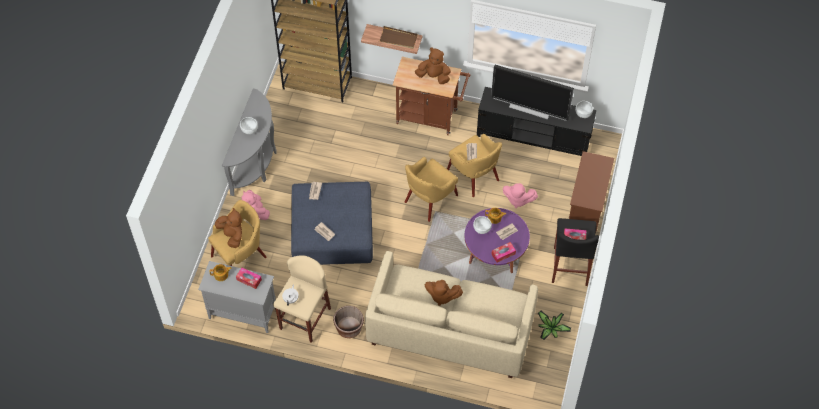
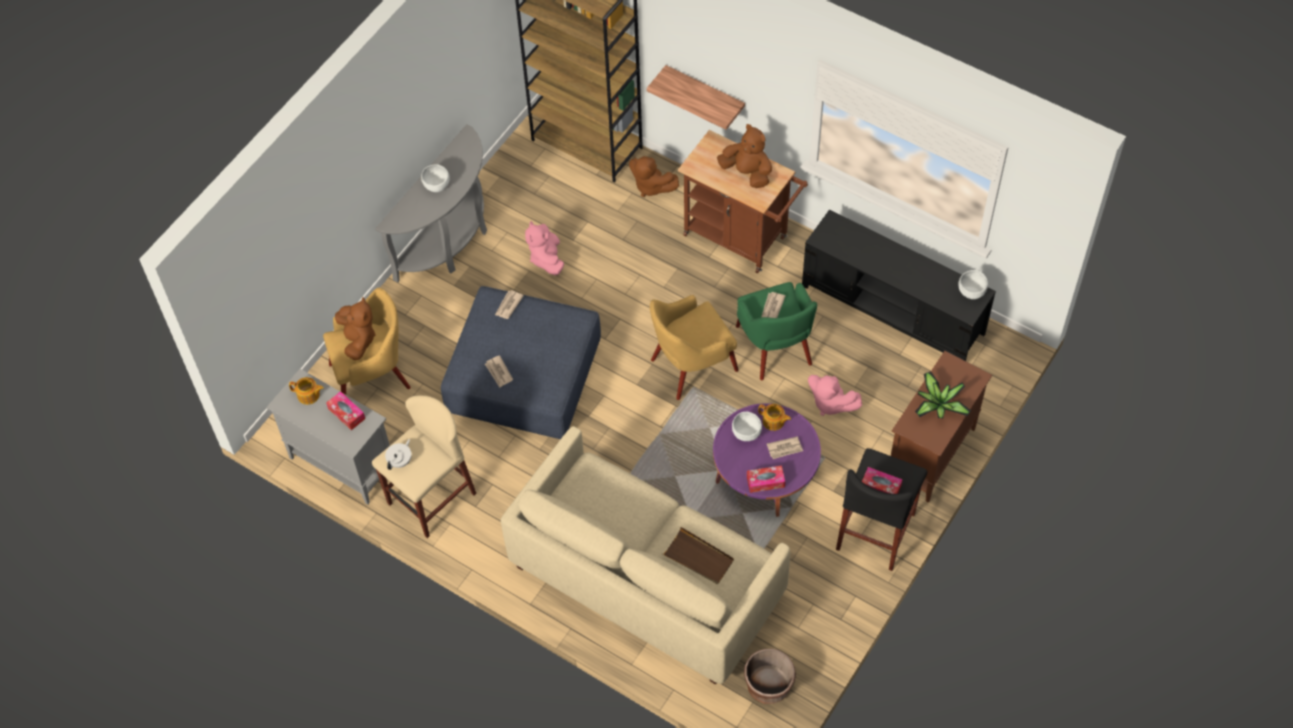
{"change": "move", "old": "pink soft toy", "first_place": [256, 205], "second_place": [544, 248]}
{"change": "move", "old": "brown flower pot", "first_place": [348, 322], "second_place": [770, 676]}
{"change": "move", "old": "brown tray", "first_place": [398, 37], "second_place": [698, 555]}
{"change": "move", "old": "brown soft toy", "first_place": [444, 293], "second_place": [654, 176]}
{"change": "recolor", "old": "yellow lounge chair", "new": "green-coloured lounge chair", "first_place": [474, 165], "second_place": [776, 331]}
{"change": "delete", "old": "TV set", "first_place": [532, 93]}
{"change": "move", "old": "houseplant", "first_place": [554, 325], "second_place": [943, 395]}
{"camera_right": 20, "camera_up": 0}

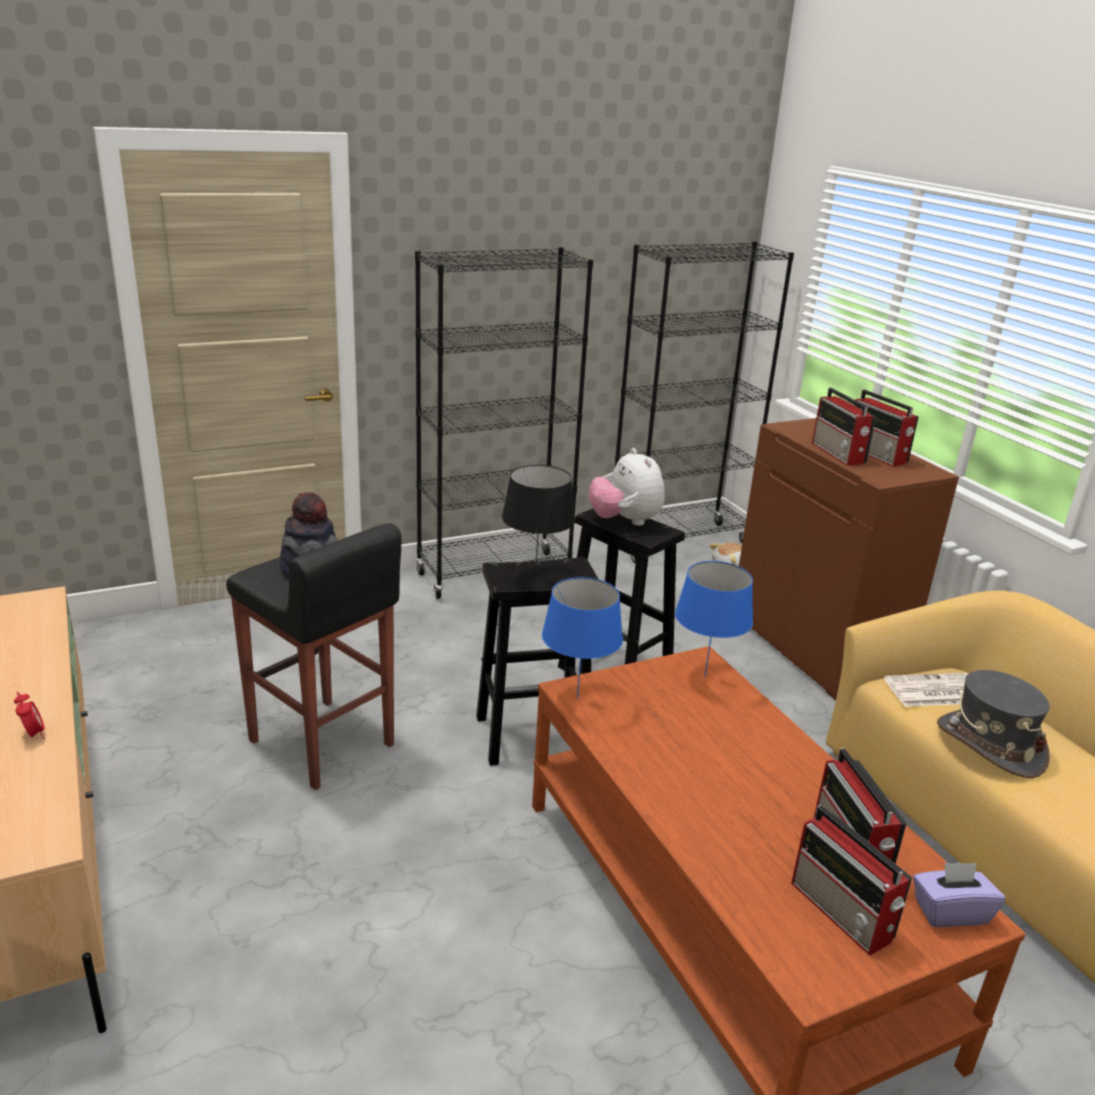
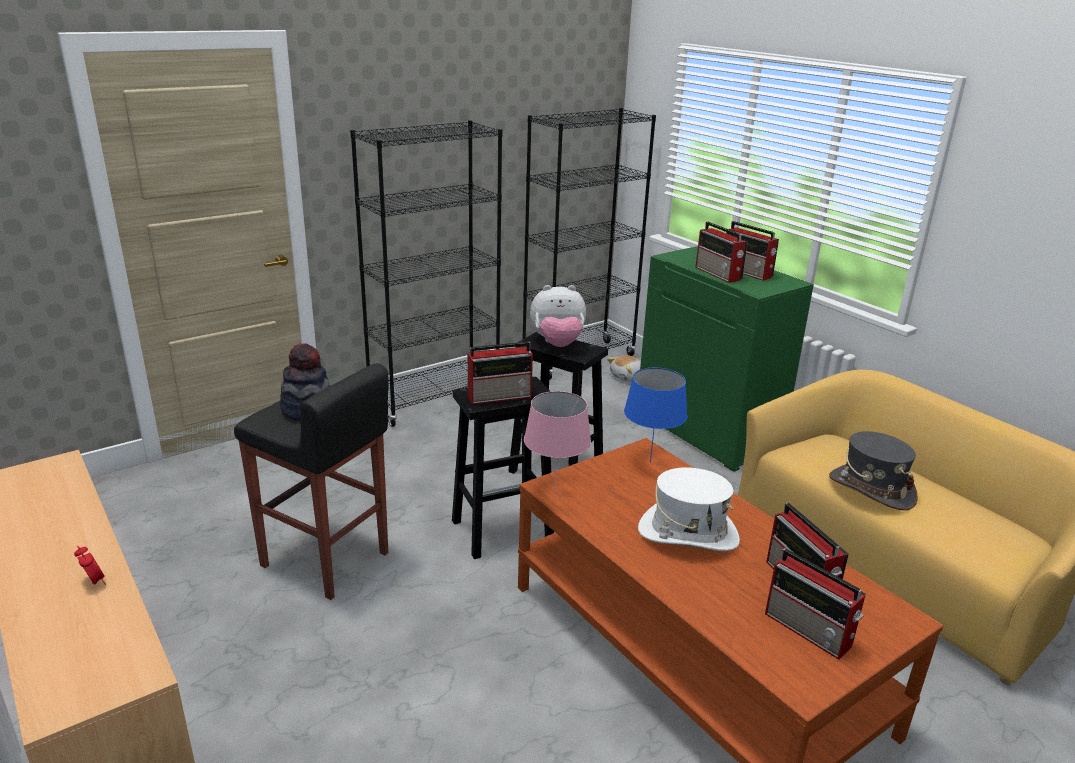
{"change": "replace", "old": "blackish tabletop lamp", "new": "radio", "first_place": [539, 521], "second_place": [501, 373]}
{"change": "recolor", "old": "blue-coloured tabletop lamp", "new": "pink tabletop lamp", "first_place": [582, 637], "second_place": [557, 440]}
{"change": "rotate", "old": "soft toy", "first_place": [627, 487], "second_place": [558, 316], "degrees": -60}
{"change": "recolor", "old": "brown cupboard", "new": "green-coloured cupboard", "first_place": [849, 559], "second_place": [727, 359]}
{"change": "delete", "old": "daily paper", "first_place": [926, 690]}
{"change": "delete", "old": "purple-coloured tissue box", "first_place": [959, 894]}
{"change": "insert", "new": "whitish clothing hat", "second_place": [689, 509]}
{"camera_right": -10, "camera_up": 0}

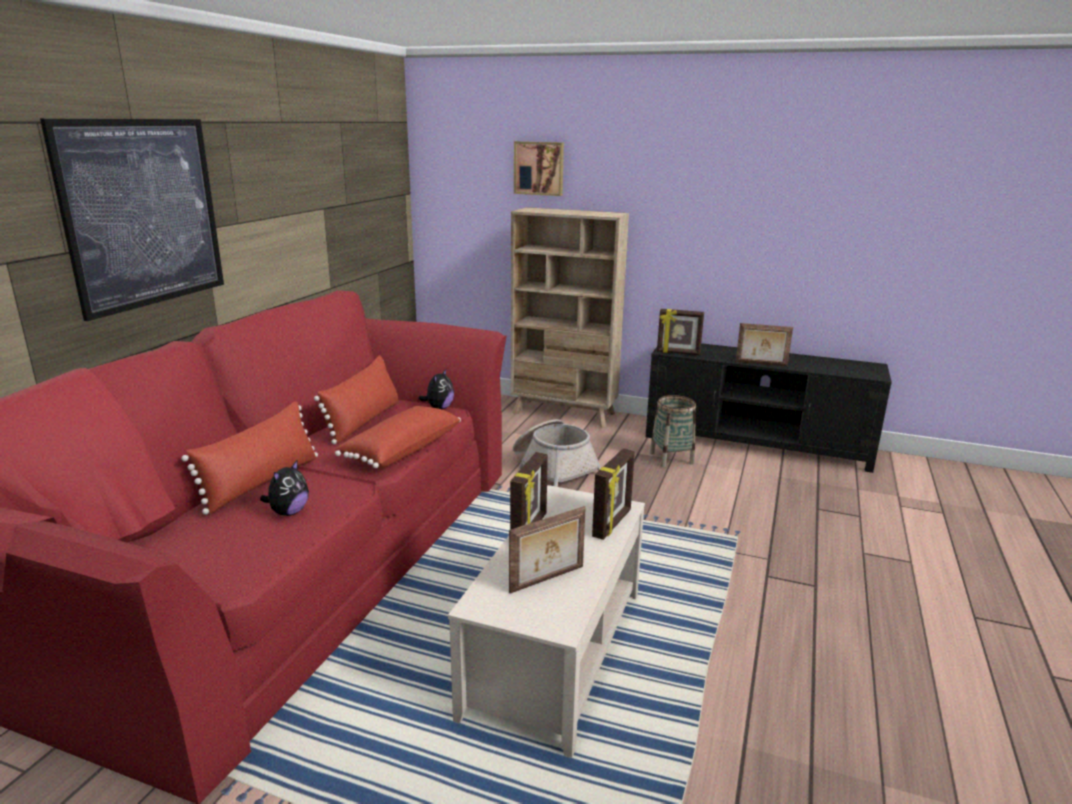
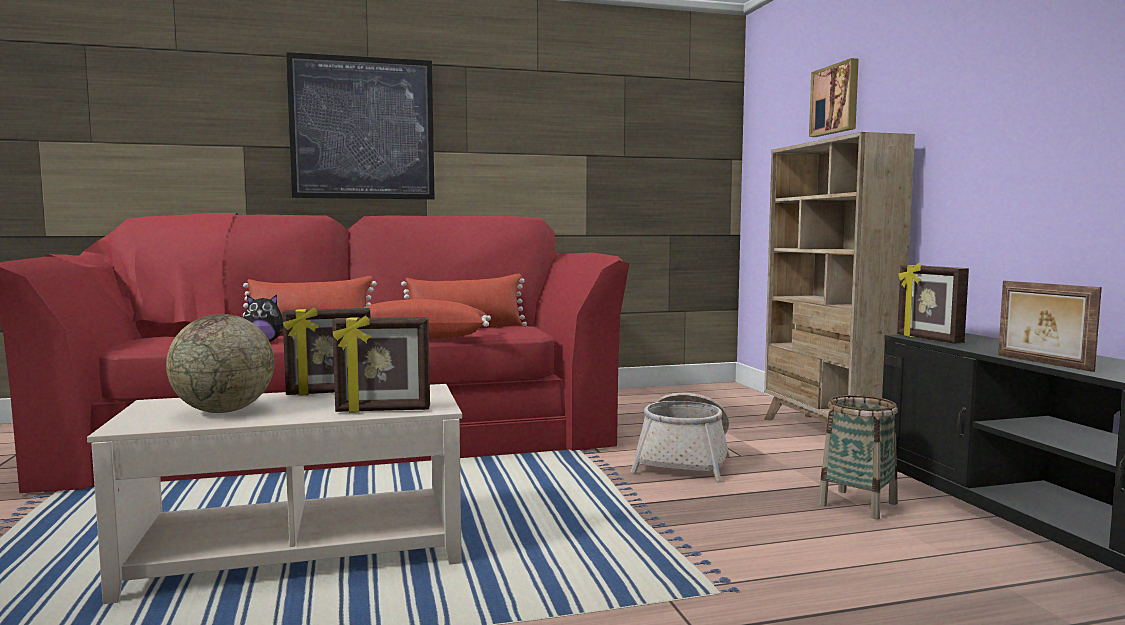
{"change": "delete", "old": "soft toy", "first_place": [436, 389]}
{"change": "replace", "old": "picture frame", "new": "world globe", "first_place": [547, 549], "second_place": [220, 363]}
{"camera_right": 55, "camera_up": -15}

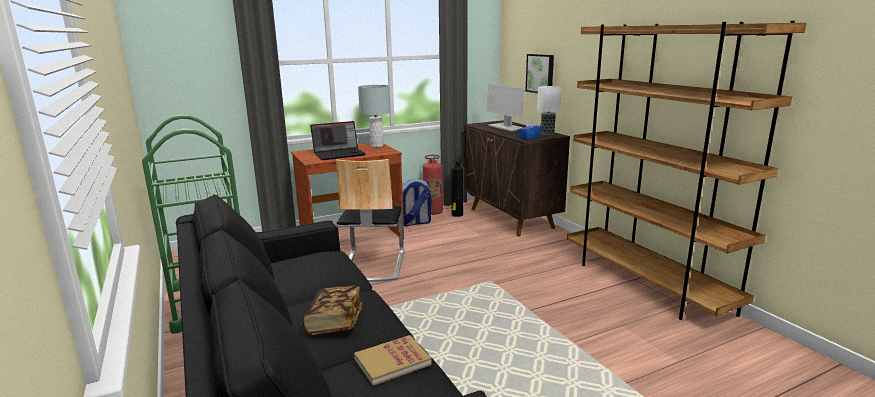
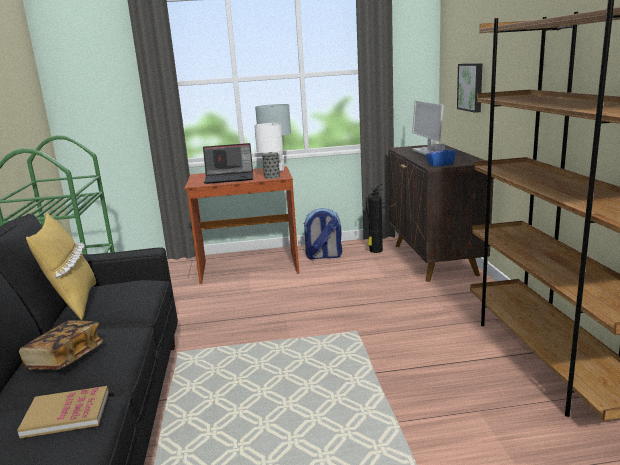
{"change": "delete", "old": "chair", "first_place": [369, 220]}
{"change": "delete", "old": "extinguisher", "first_place": [433, 185]}
{"change": "move", "old": "tabletop lamp", "first_place": [549, 110], "second_place": [268, 151]}
{"change": "insert", "new": "yellow throw pillow", "second_place": [61, 266]}
{"camera_right": 20, "camera_up": 0}

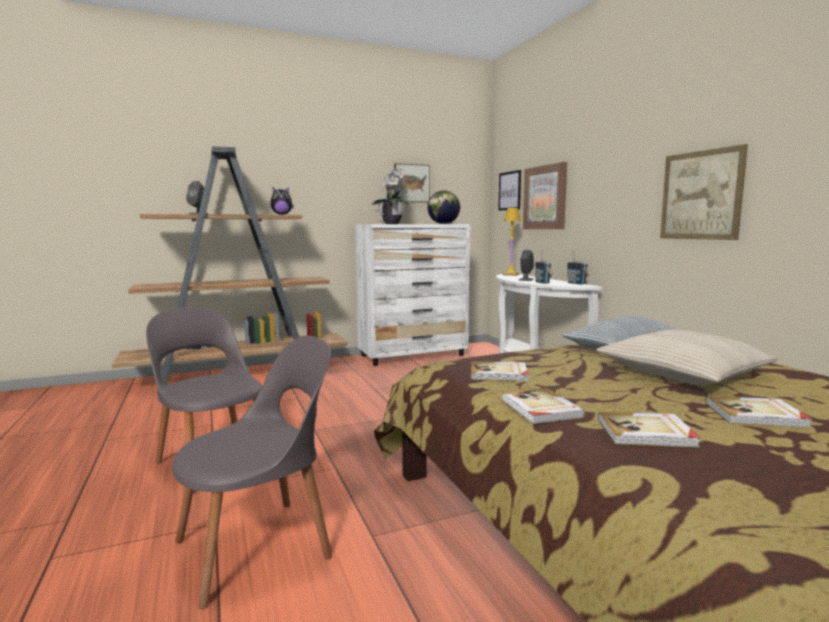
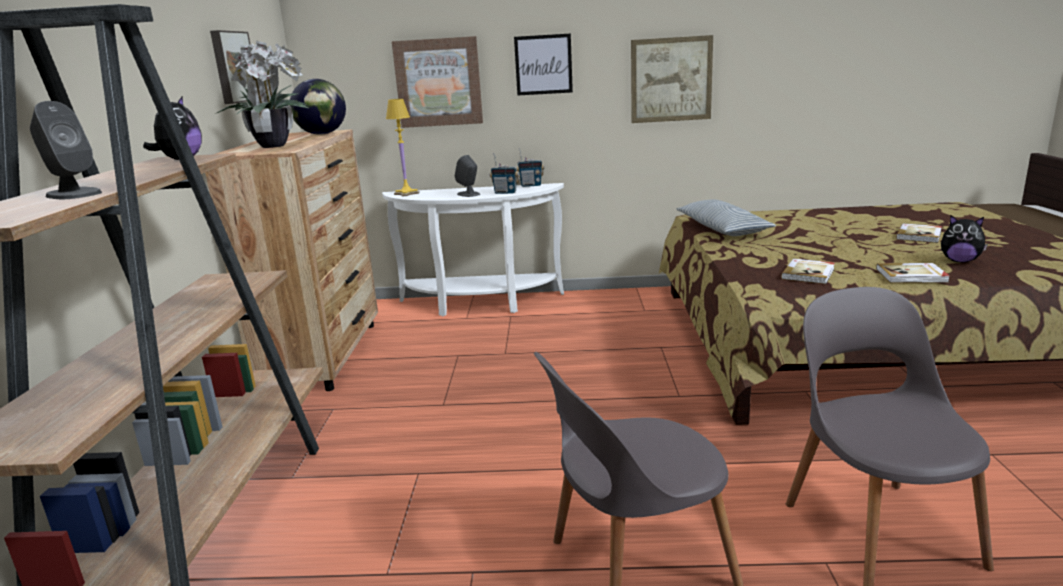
{"change": "recolor", "old": "whitish chest of drawers", "new": "brown chest of drawers", "first_place": [412, 295], "second_place": [291, 260]}
{"change": "move", "old": "picture", "first_place": [509, 190], "second_place": [543, 64]}
{"change": "delete", "old": "beige-coloured throw pillow", "first_place": [687, 357]}
{"change": "replace", "old": "book", "new": "soft toy", "first_place": [649, 429], "second_place": [964, 239]}
{"camera_right": -65, "camera_up": 10}

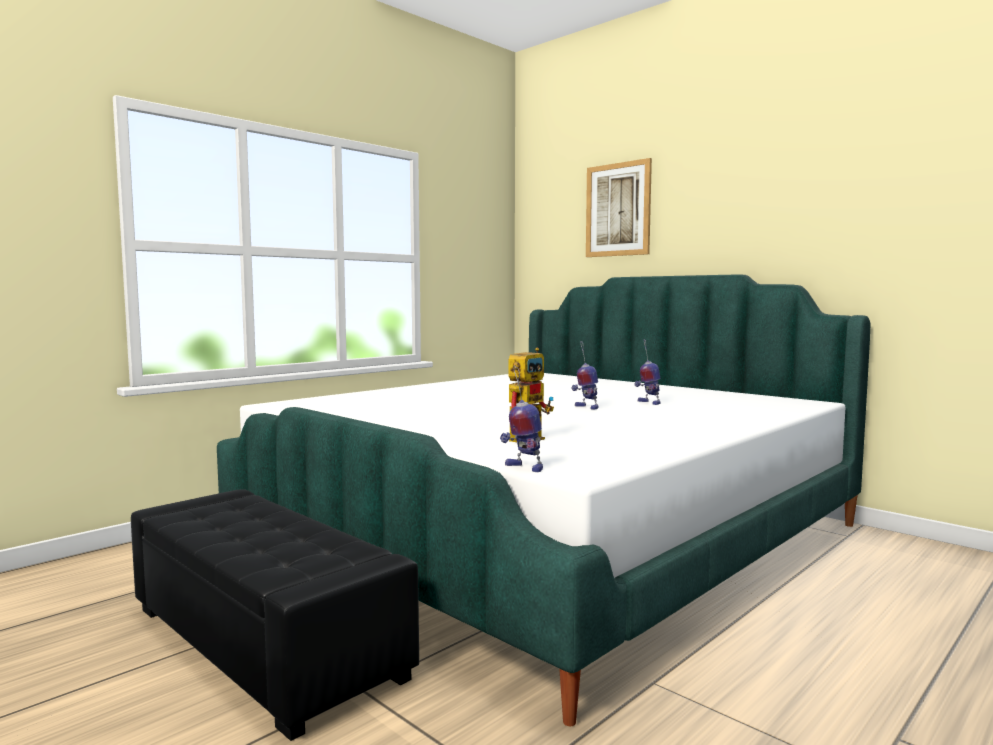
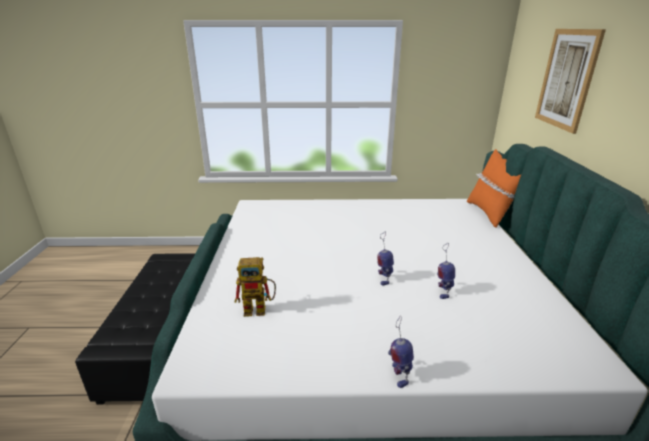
{"change": "move", "old": "robot figure", "first_place": [521, 419], "second_place": [401, 352]}
{"change": "insert", "new": "orange-coloured throw pillow", "second_place": [494, 188]}
{"camera_right": 45, "camera_up": 20}

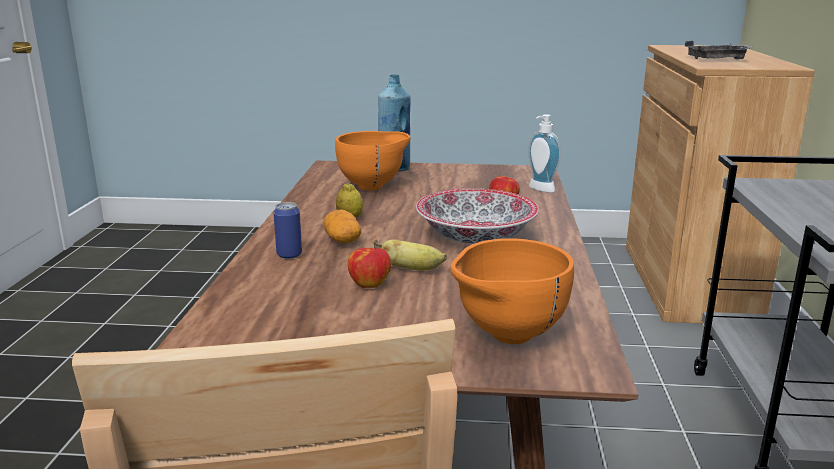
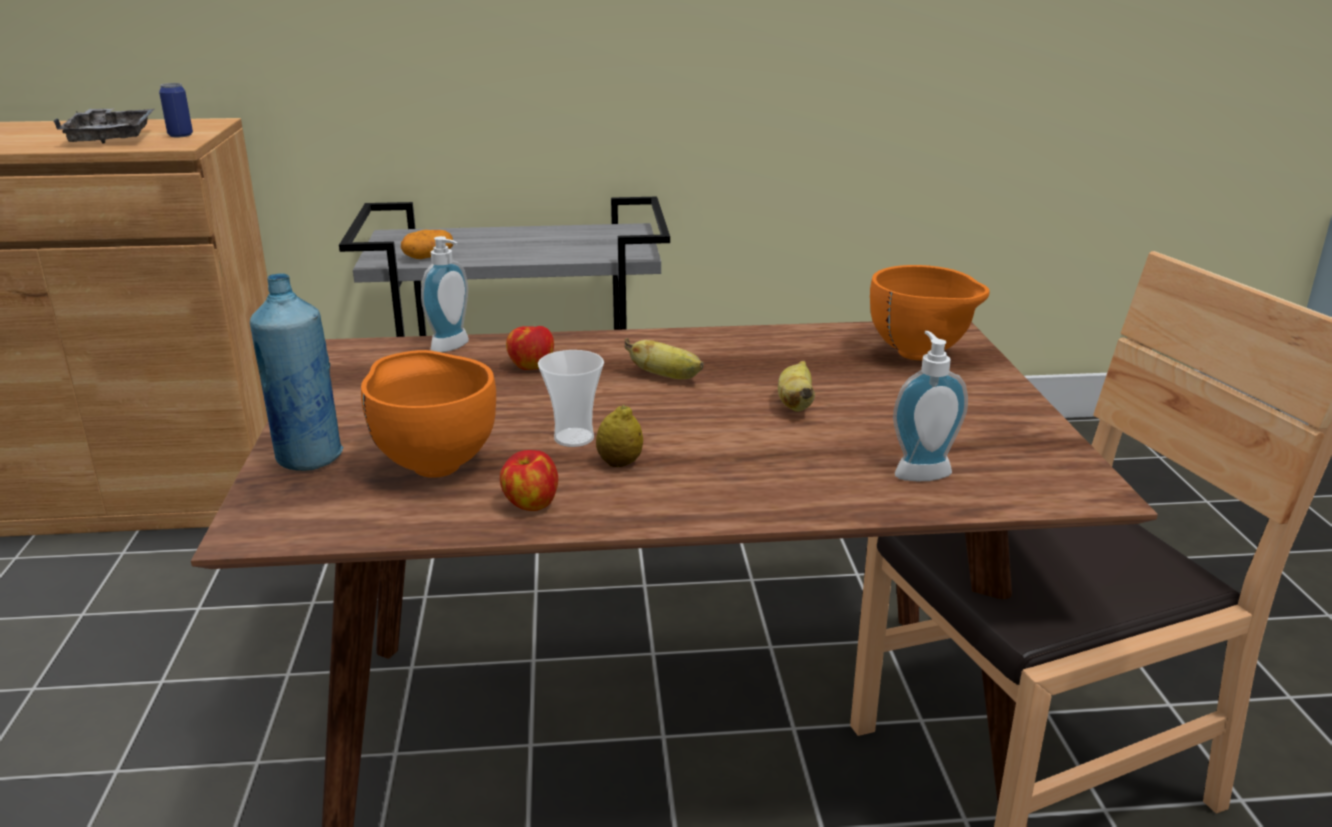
{"change": "move", "old": "metal can", "first_place": [288, 230], "second_place": [176, 110]}
{"change": "move", "old": "whole potato", "first_place": [342, 226], "second_place": [427, 244]}
{"change": "move", "old": "apple fruit", "first_place": [369, 268], "second_place": [529, 480]}
{"change": "replace", "old": "deep dish", "new": "banana", "first_place": [477, 216], "second_place": [664, 358]}
{"change": "insert", "new": "cup", "second_place": [571, 398]}
{"change": "insert", "new": "soap bottle", "second_place": [930, 406]}
{"camera_right": -100, "camera_up": 5}

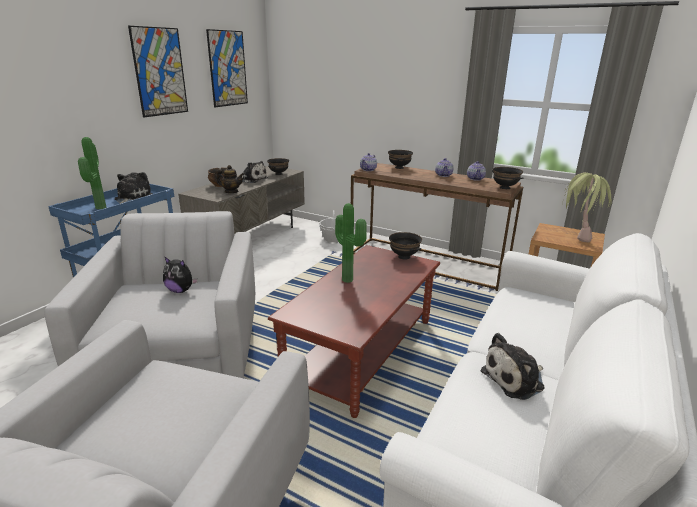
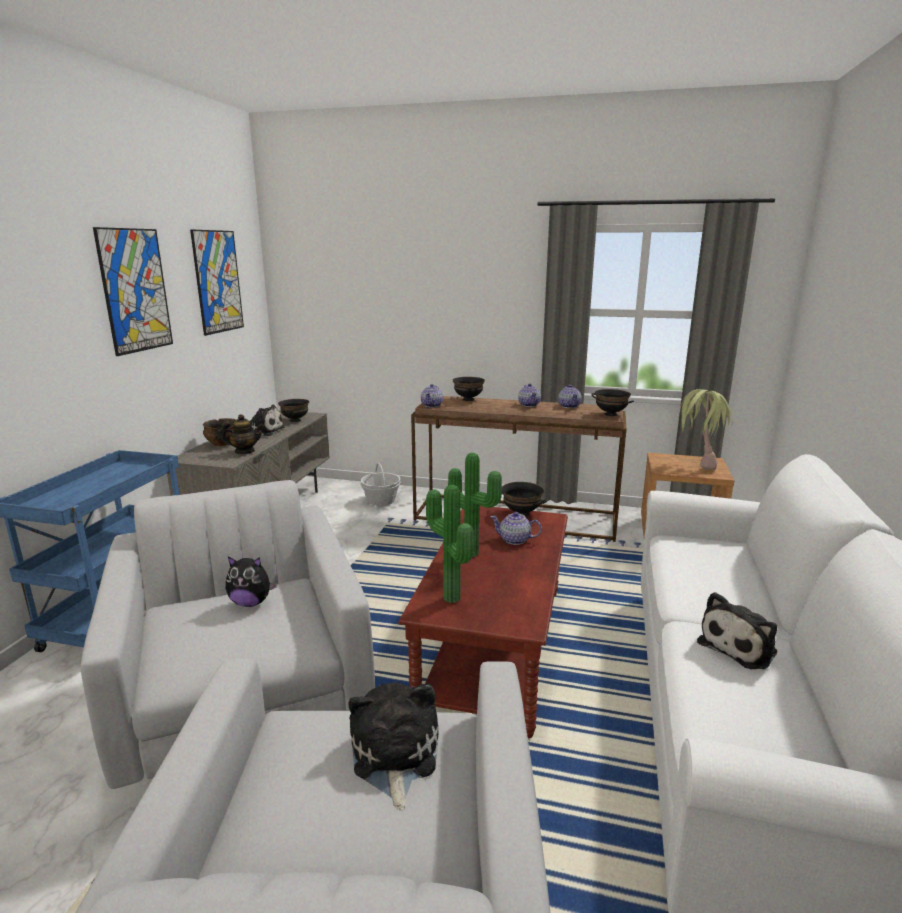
{"change": "move", "old": "houseplant", "first_place": [92, 173], "second_place": [450, 544]}
{"change": "move", "old": "soft toy", "first_place": [133, 188], "second_place": [393, 746]}
{"change": "insert", "new": "pot for tea", "second_place": [516, 528]}
{"camera_right": -15, "camera_up": -5}

